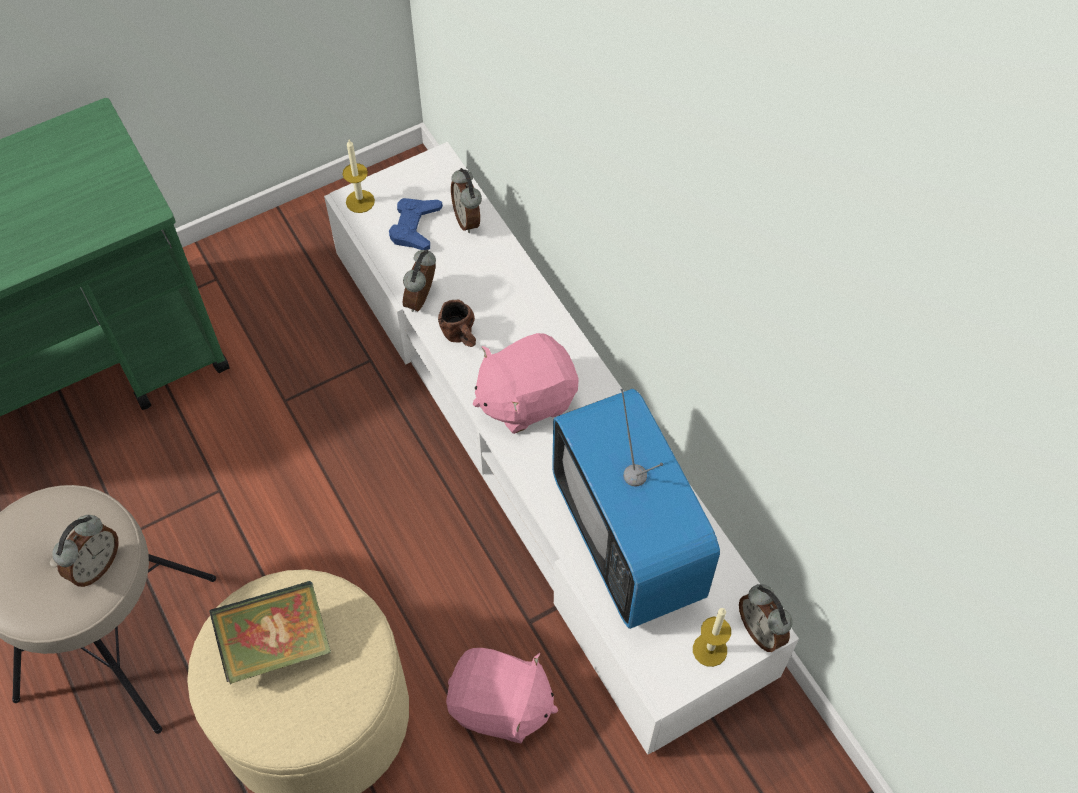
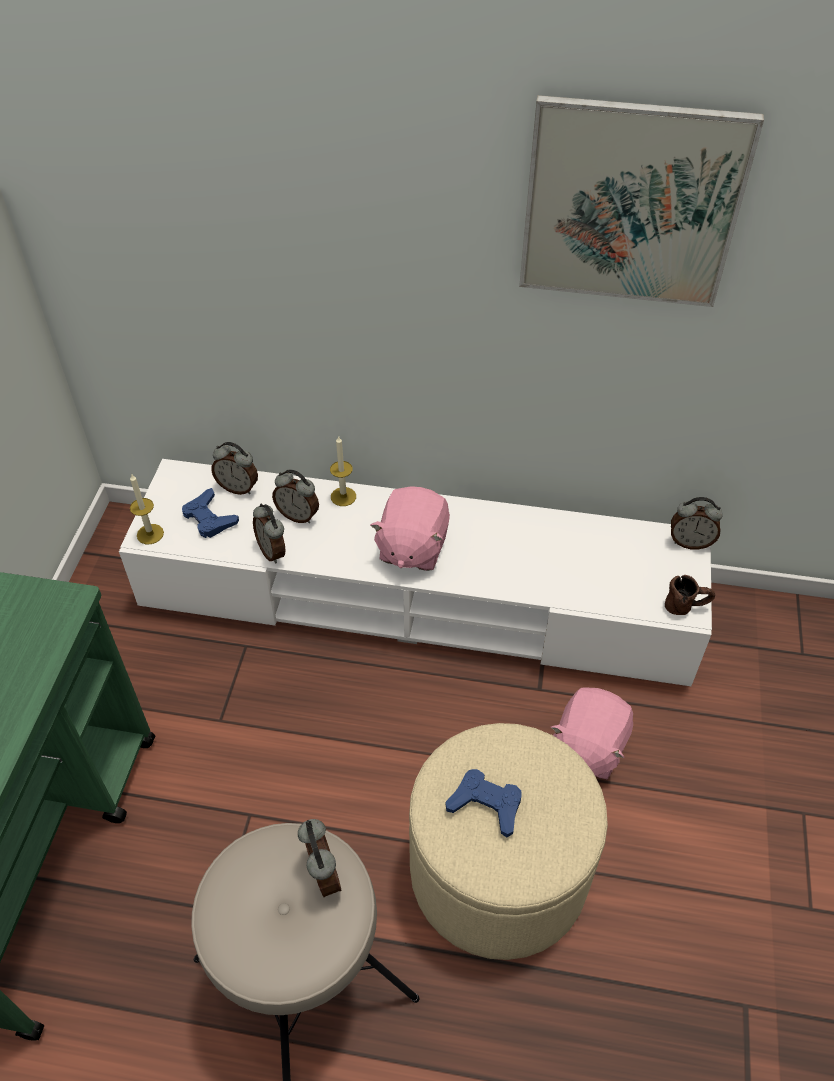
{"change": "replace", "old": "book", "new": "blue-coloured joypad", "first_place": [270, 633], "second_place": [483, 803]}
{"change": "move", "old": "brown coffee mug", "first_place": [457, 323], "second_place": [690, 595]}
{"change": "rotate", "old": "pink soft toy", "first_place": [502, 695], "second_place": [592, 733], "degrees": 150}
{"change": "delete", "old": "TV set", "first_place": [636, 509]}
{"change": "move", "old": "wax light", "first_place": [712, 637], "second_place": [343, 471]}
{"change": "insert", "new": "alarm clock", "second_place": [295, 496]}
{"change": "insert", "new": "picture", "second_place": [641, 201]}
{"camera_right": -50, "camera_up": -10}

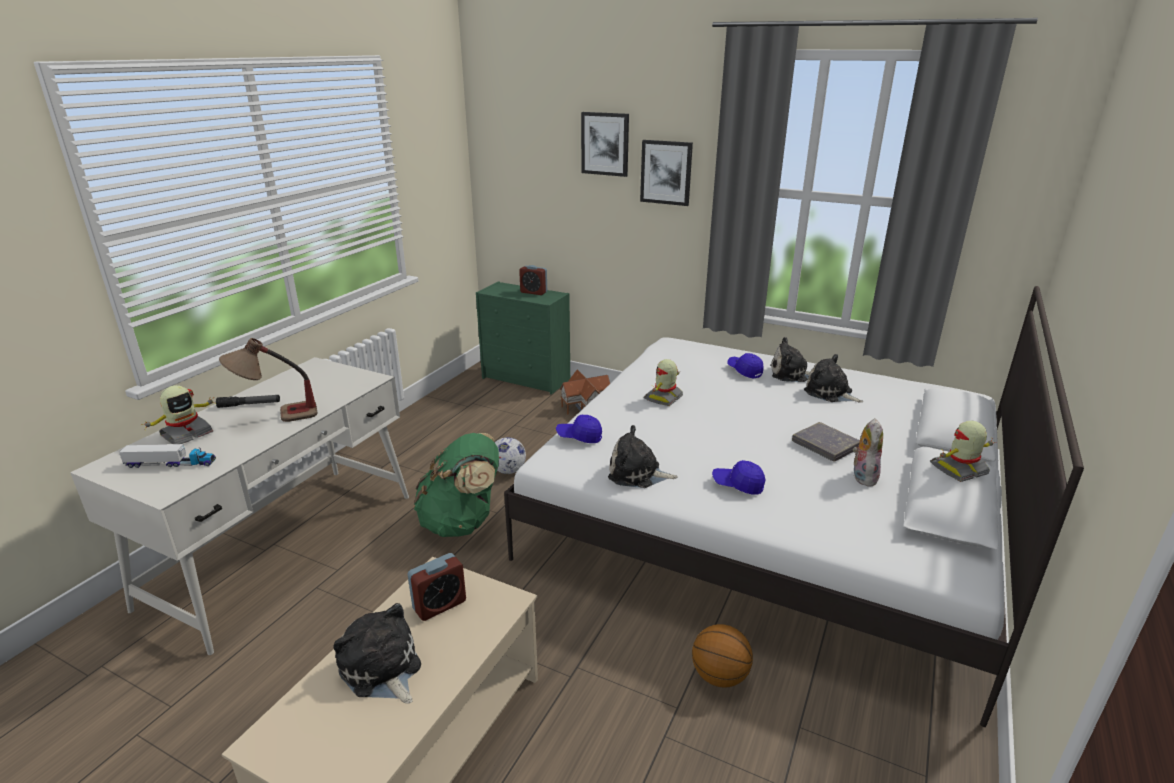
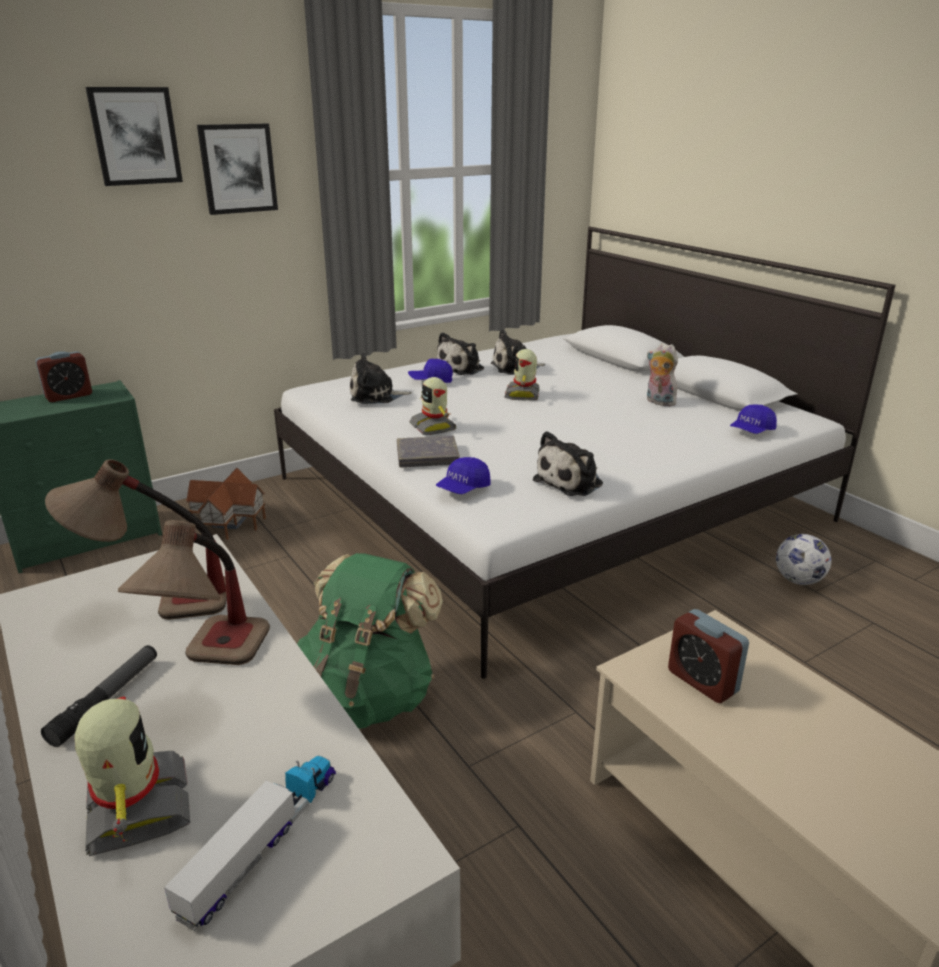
{"change": "move", "old": "soft toy", "first_place": [377, 653], "second_place": [381, 378]}
{"change": "rotate", "old": "alarm clock", "first_place": [437, 587], "second_place": [708, 656], "degrees": 150}
{"change": "move", "old": "ball for football", "first_place": [510, 455], "second_place": [804, 559]}
{"change": "delete", "old": "basketball", "first_place": [722, 656]}
{"change": "move", "old": "blue-coloured baseball cap", "first_place": [738, 477], "second_place": [753, 419]}
{"change": "move", "old": "gray book", "first_place": [826, 442], "second_place": [428, 452]}
{"change": "move", "old": "robot figure", "first_place": [962, 451], "second_place": [522, 374]}
{"change": "insert", "new": "tabletop lamp", "second_place": [136, 539]}
{"camera_right": -60, "camera_up": 0}

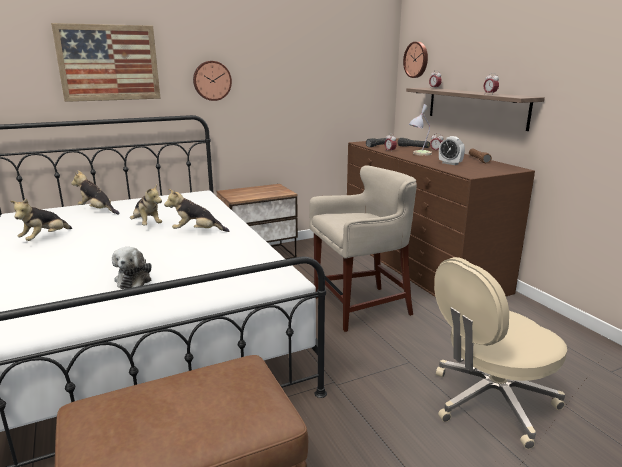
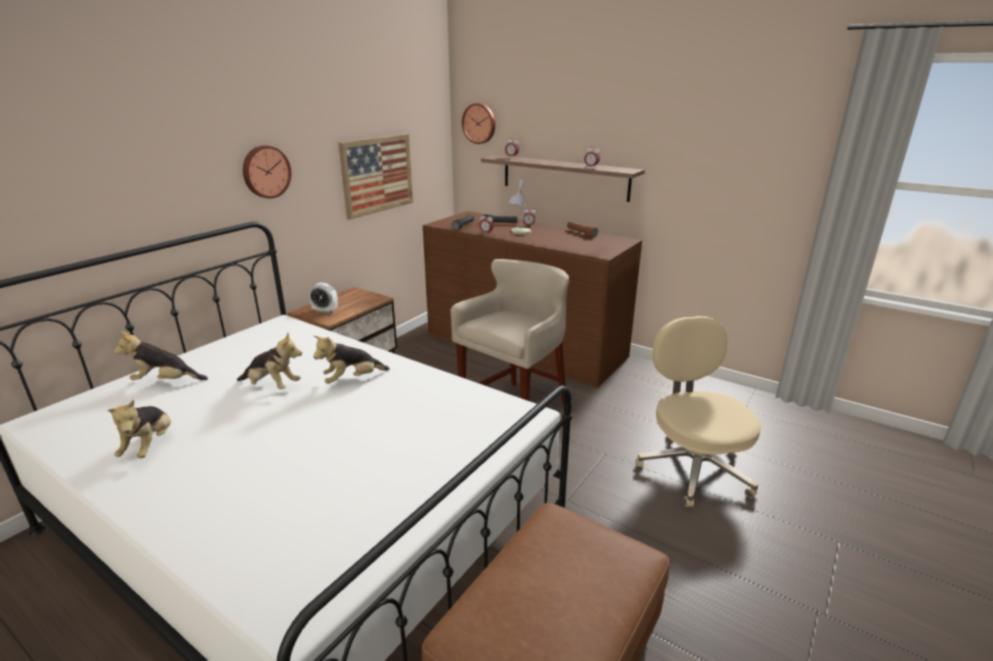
{"change": "move", "old": "picture", "first_place": [106, 62], "second_place": [375, 176]}
{"change": "delete", "old": "soft toy", "first_place": [131, 268]}
{"change": "rotate", "old": "beige-coloured office chair", "first_place": [500, 353], "second_place": [698, 411], "degrees": 135}
{"change": "move", "old": "alarm clock", "first_place": [452, 150], "second_place": [323, 298]}
{"camera_right": -30, "camera_up": 5}

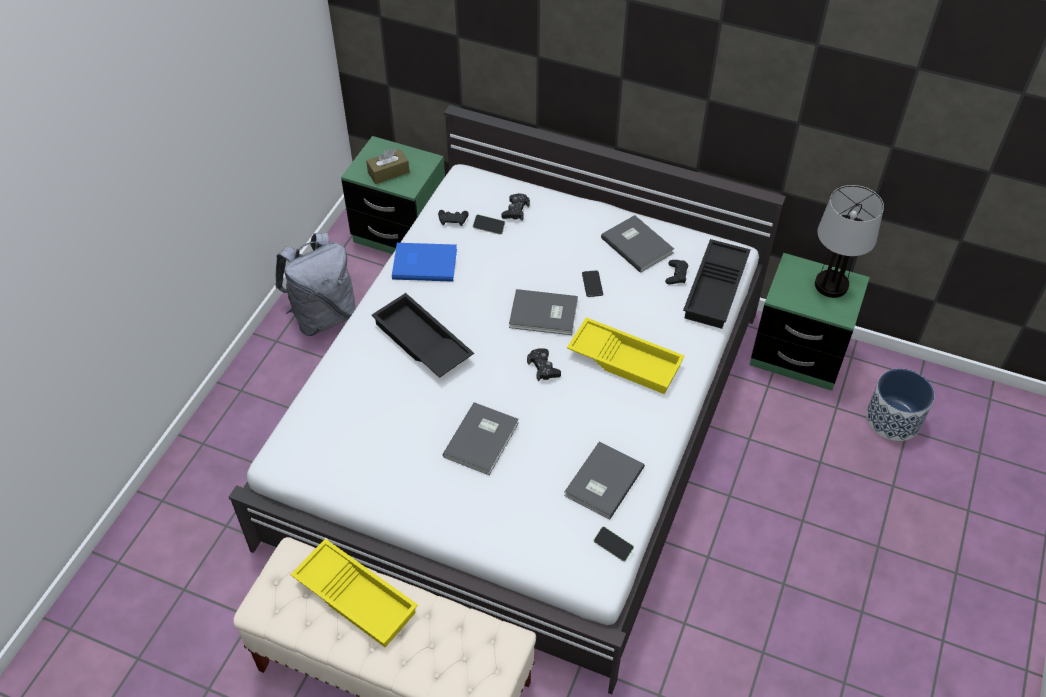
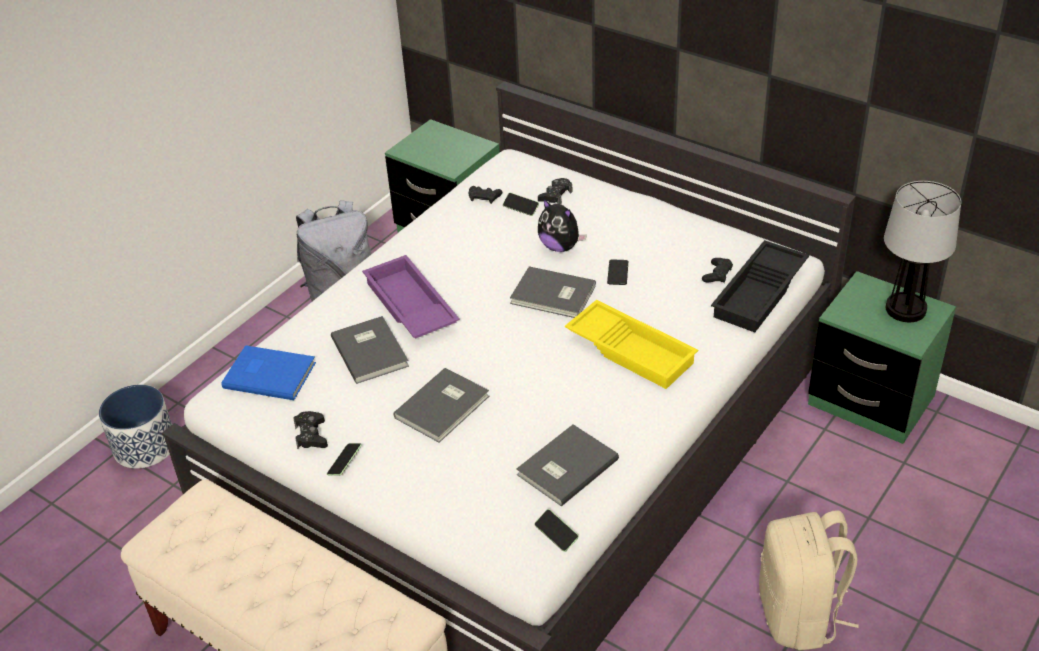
{"change": "delete", "old": "yellow tray", "first_place": [354, 593]}
{"change": "delete", "old": "brown tissue box", "first_place": [388, 166]}
{"change": "recolor", "old": "blackish tray", "new": "purple-coloured tray", "first_place": [423, 335], "second_place": [411, 297]}
{"change": "move", "old": "blue-coloured book", "first_place": [424, 262], "second_place": [268, 372]}
{"change": "move", "old": "blackish joypad", "first_place": [544, 364], "second_place": [310, 430]}
{"change": "move", "old": "gray book", "first_place": [637, 244], "second_place": [370, 350]}
{"change": "move", "old": "flower pot", "first_place": [900, 405], "second_place": [135, 426]}
{"change": "insert", "new": "handset", "second_place": [344, 459]}
{"change": "insert", "new": "soft toy", "second_place": [562, 225]}
{"change": "insert", "new": "beige-coloured rucksack", "second_place": [808, 580]}
{"camera_right": 15, "camera_up": -10}

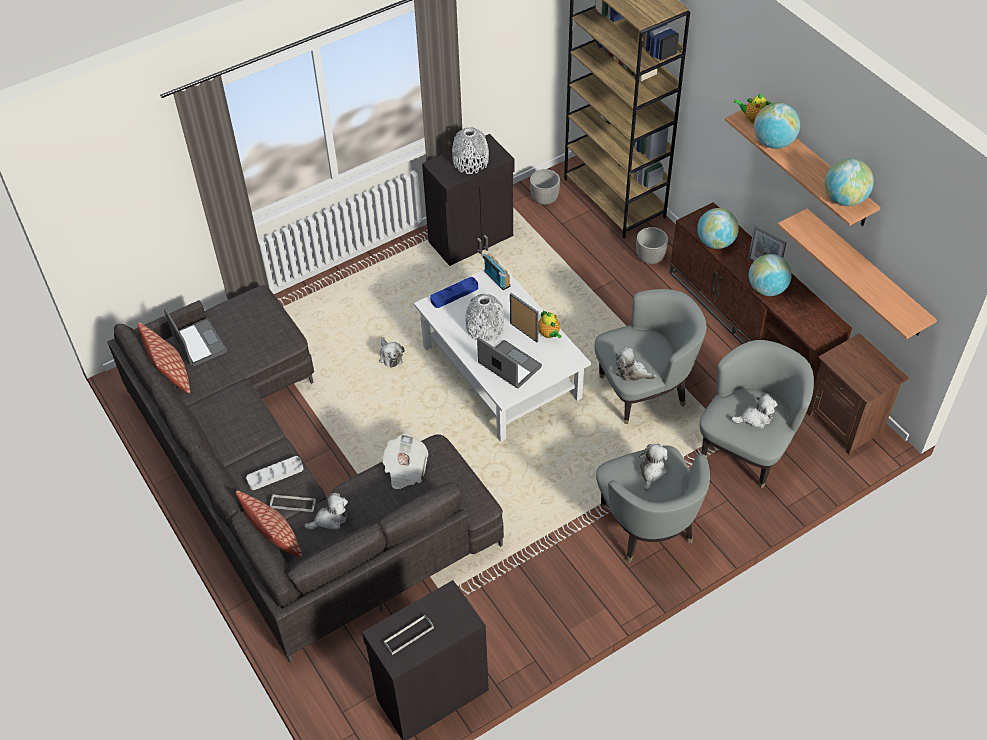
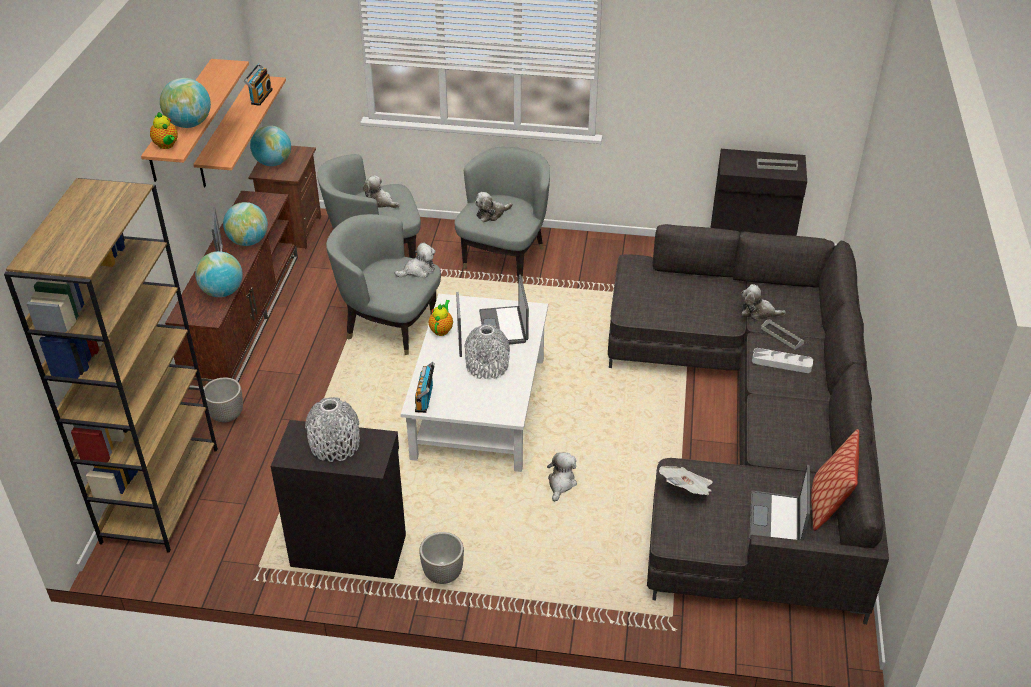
{"change": "delete", "old": "throw pillow", "first_place": [268, 524]}
{"change": "move", "old": "daily paper", "first_place": [405, 461], "second_place": [686, 480]}
{"change": "delete", "old": "blue-coloured tray", "first_place": [454, 292]}
{"change": "move", "old": "flower pot", "first_place": [545, 187], "second_place": [441, 558]}
{"change": "rotate", "old": "soft toy", "first_place": [636, 364], "second_place": [415, 260], "degrees": -90}
{"change": "move", "old": "world globe", "first_place": [849, 182], "second_place": [270, 145]}
{"change": "insert", "new": "radio", "second_place": [258, 84]}
{"camera_right": -140, "camera_up": -10}

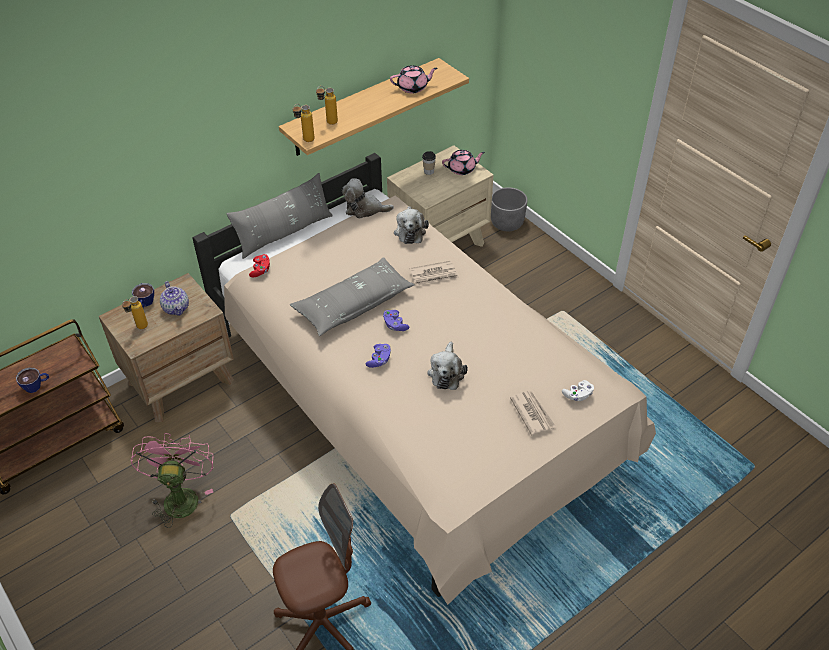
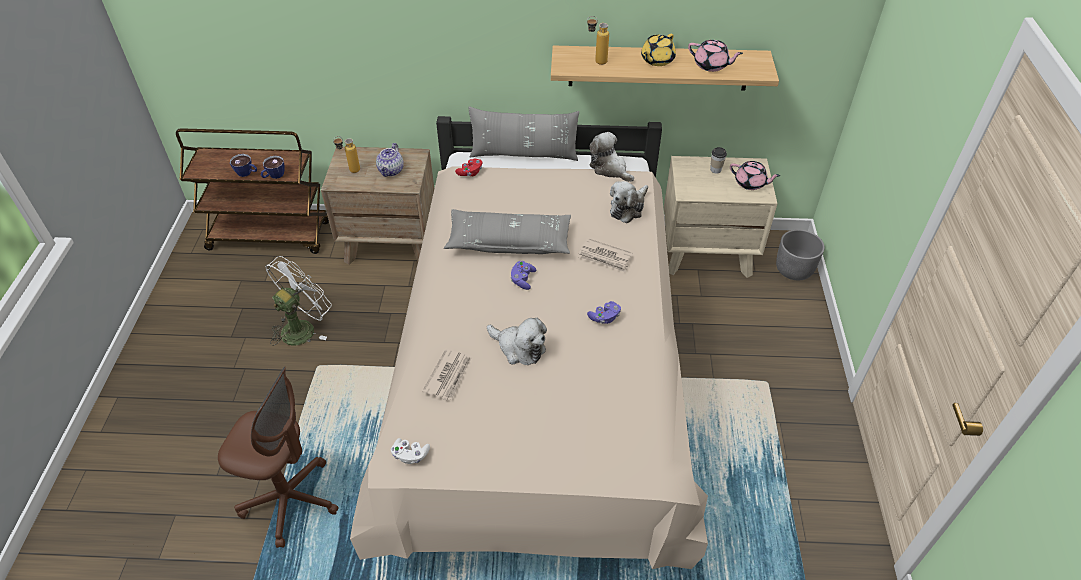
{"change": "recolor", "old": "pink cooling fan", "new": "whitish cooling fan", "first_place": [171, 480], "second_place": [298, 301]}
{"change": "move", "old": "cup", "first_place": [143, 295], "second_place": [273, 167]}
{"change": "delete", "old": "beverage bottle", "first_place": [303, 123]}
{"change": "move", "old": "purple-coloured joypad", "first_place": [378, 356], "second_place": [604, 312]}
{"change": "rotate", "old": "soft toy", "first_place": [447, 365], "second_place": [517, 341], "degrees": -105}
{"change": "move", "old": "daily paper", "first_place": [533, 413], "second_place": [446, 374]}
{"change": "move", "old": "whitish joypad", "first_place": [578, 390], "second_place": [410, 451]}
{"change": "insert", "new": "yellow pot for tea", "second_place": [658, 50]}
{"camera_right": 40, "camera_up": 0}

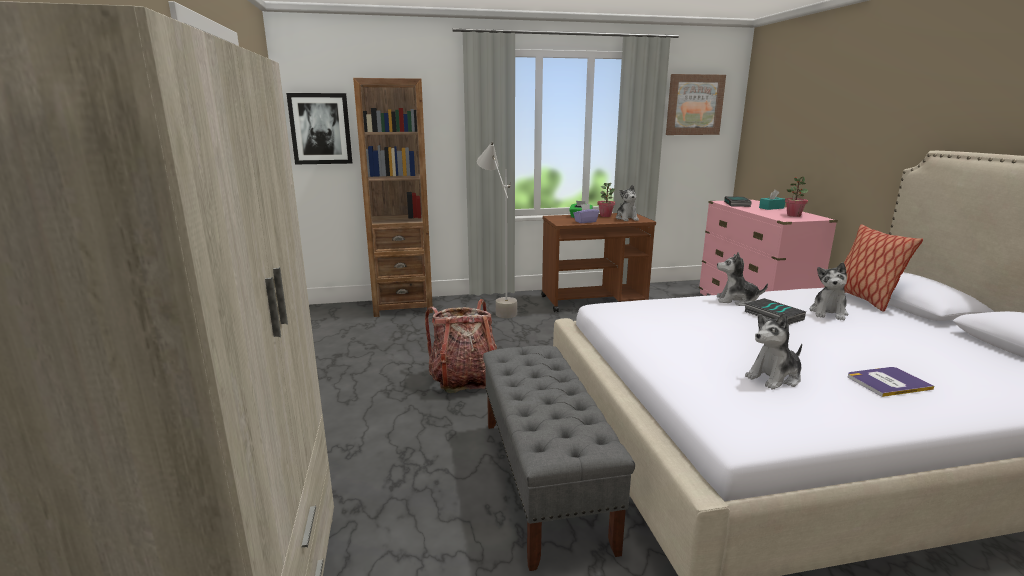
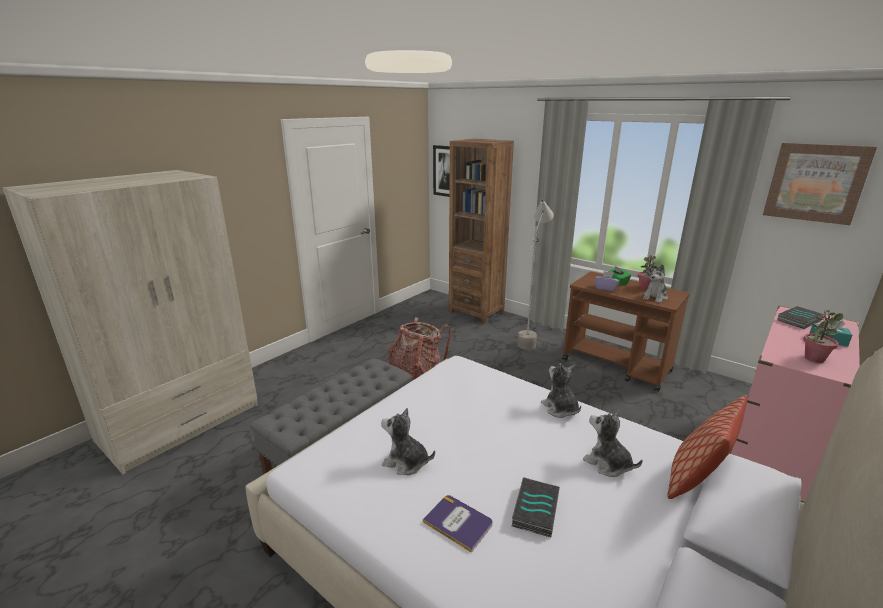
{"change": "move", "old": "book", "first_place": [775, 311], "second_place": [536, 507]}
{"change": "rotate", "old": "soft toy", "first_place": [829, 291], "second_place": [613, 443], "degrees": 60}
{"camera_right": 50, "camera_up": 5}

